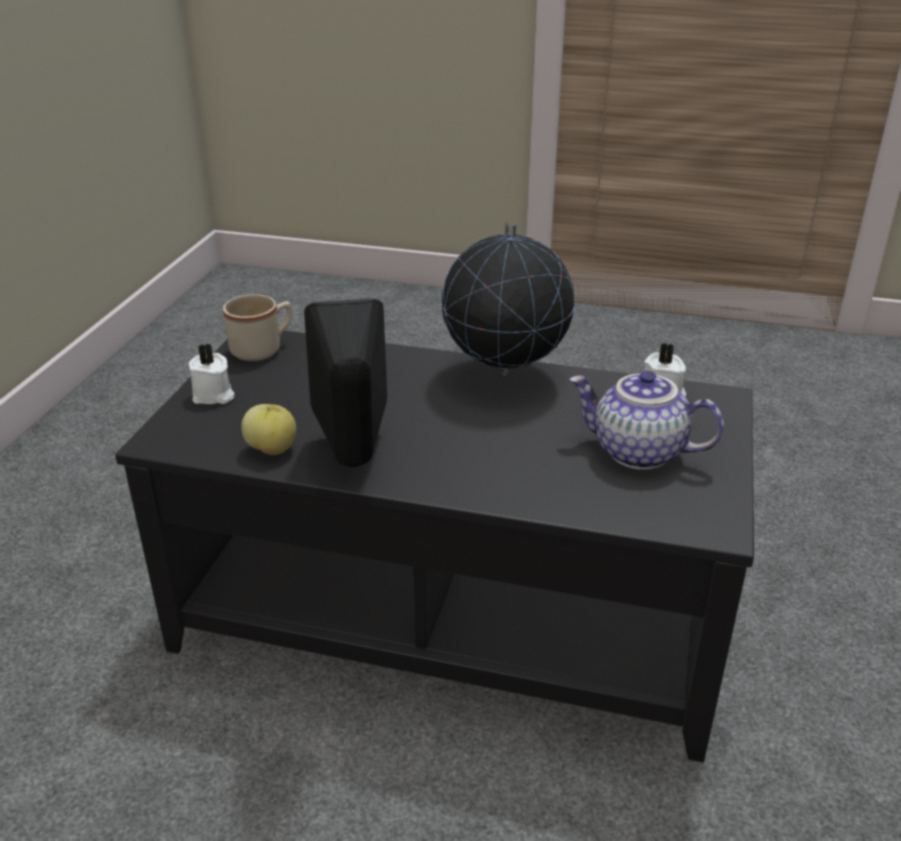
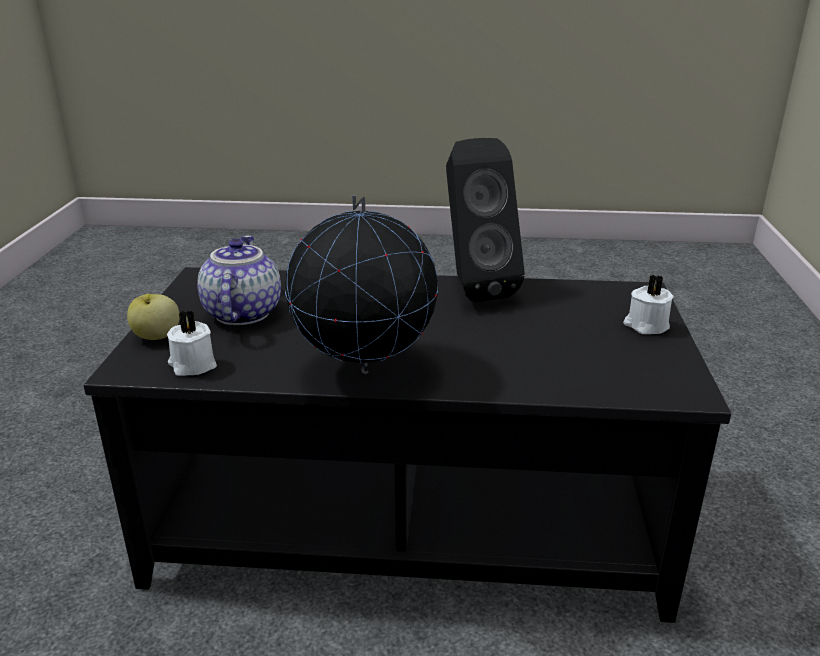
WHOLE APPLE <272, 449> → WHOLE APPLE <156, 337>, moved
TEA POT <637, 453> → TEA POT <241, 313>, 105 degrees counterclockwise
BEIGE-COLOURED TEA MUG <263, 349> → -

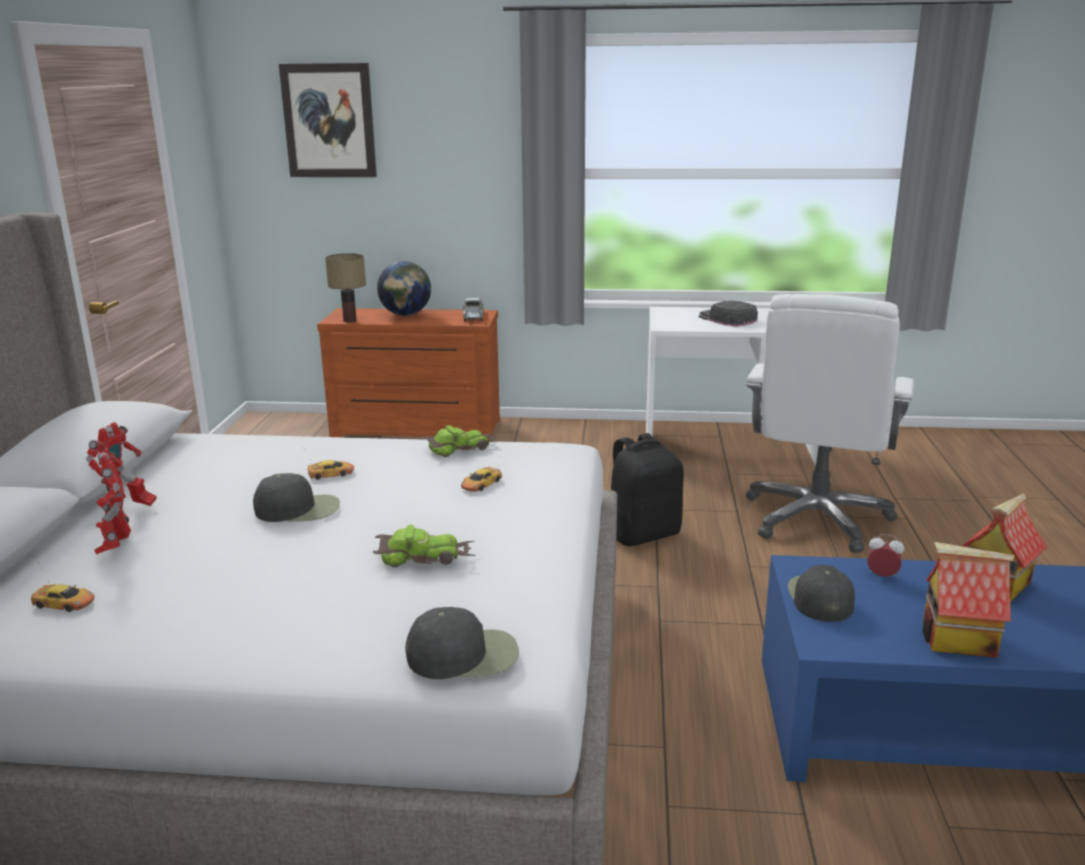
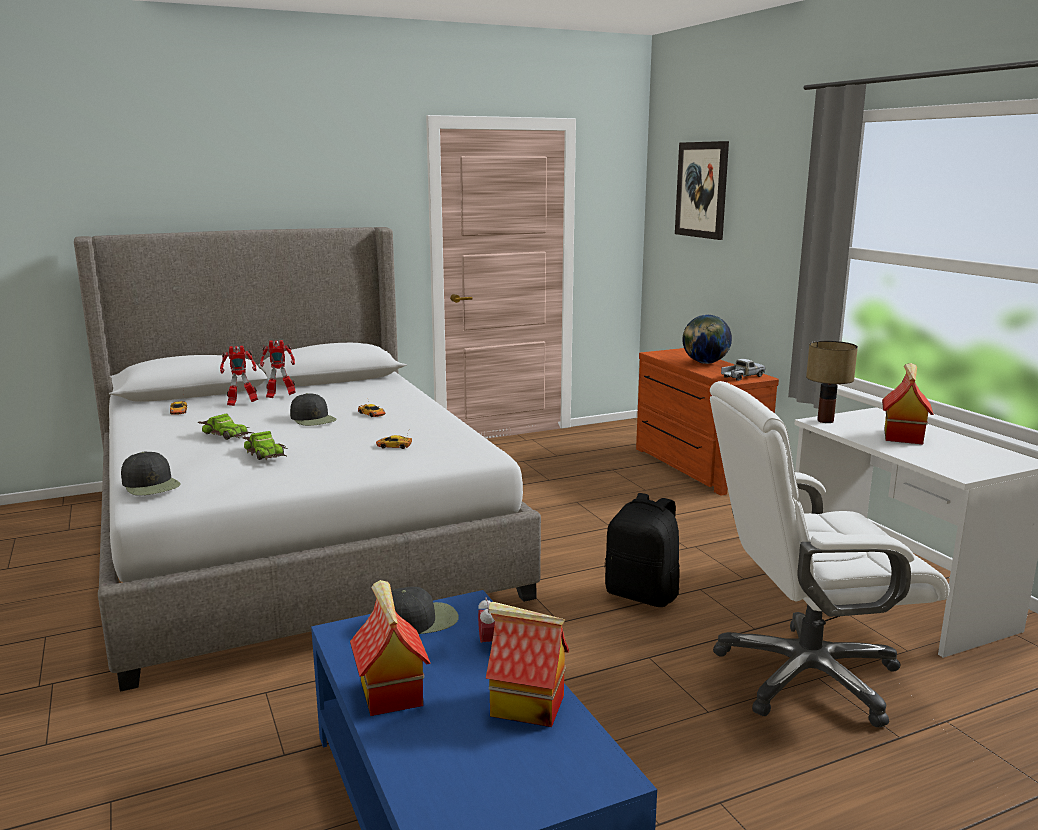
TOY CAR <461, 448> → TOY CAR <227, 434>, moved
ROBOT FIGURE <117, 547> → ROBOT FIGURE <241, 403>, 150 degrees counterclockwise
LAMP FOR A TABLE <349, 321> → LAMP FOR A TABLE <824, 420>, moved
BLACK-COLOURED CAP <727, 319> → MINIATURE HOUSE <902, 436>

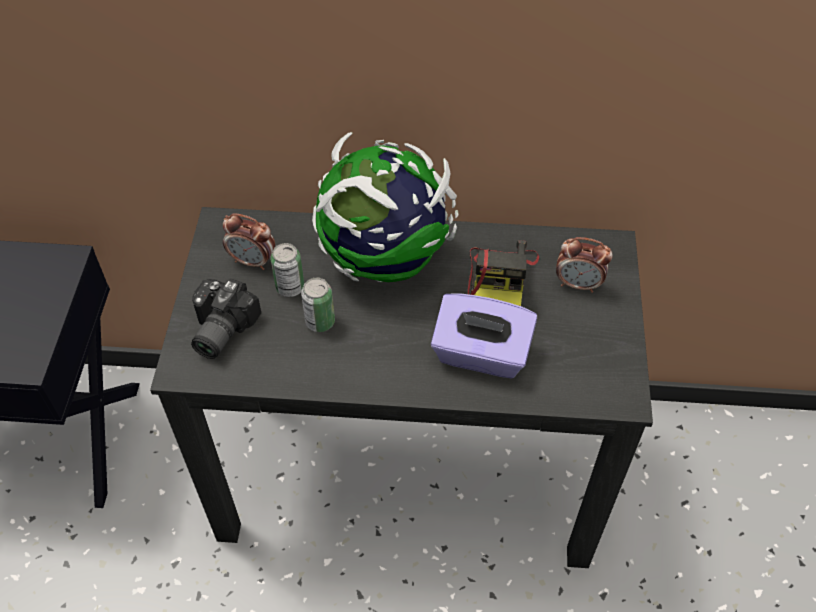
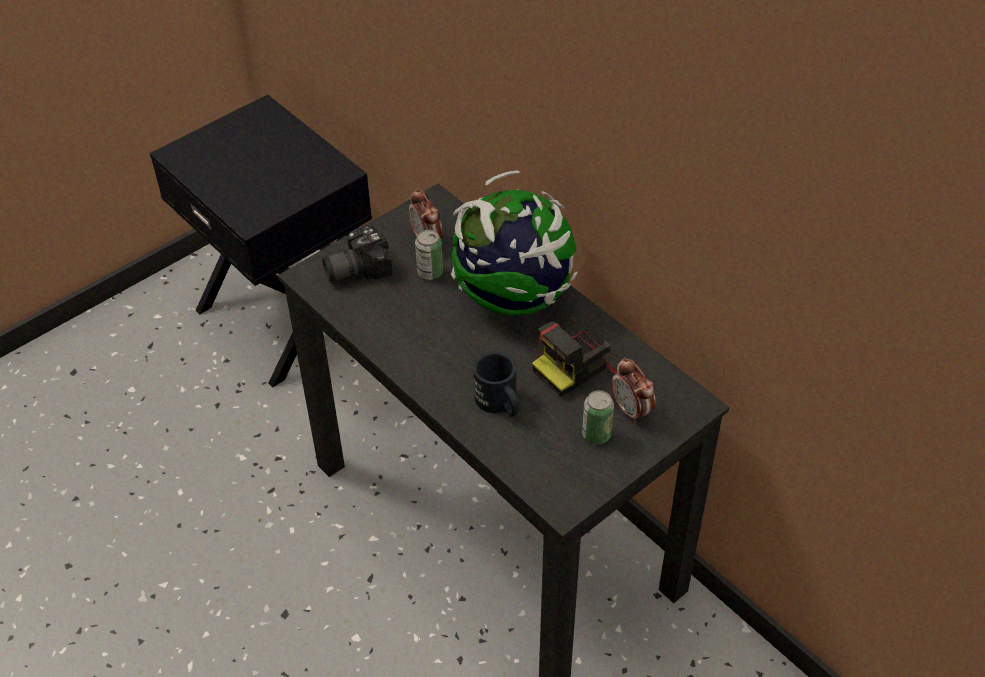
PURPLISH TISSUE HOLDER <481, 354> → BLACK-COLOURED TEA MUG <500, 403>
METAL CAN <320, 322> → METAL CAN <596, 434>, moved

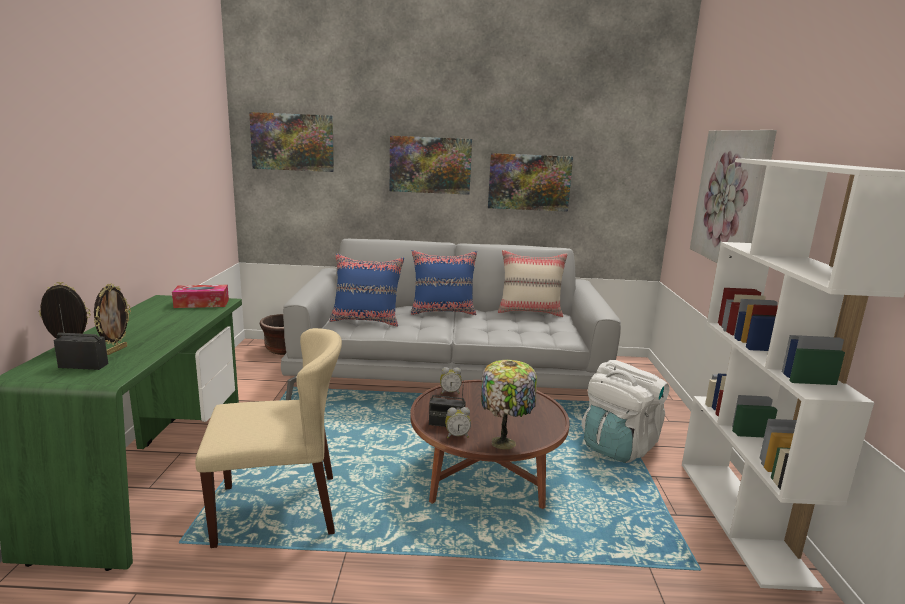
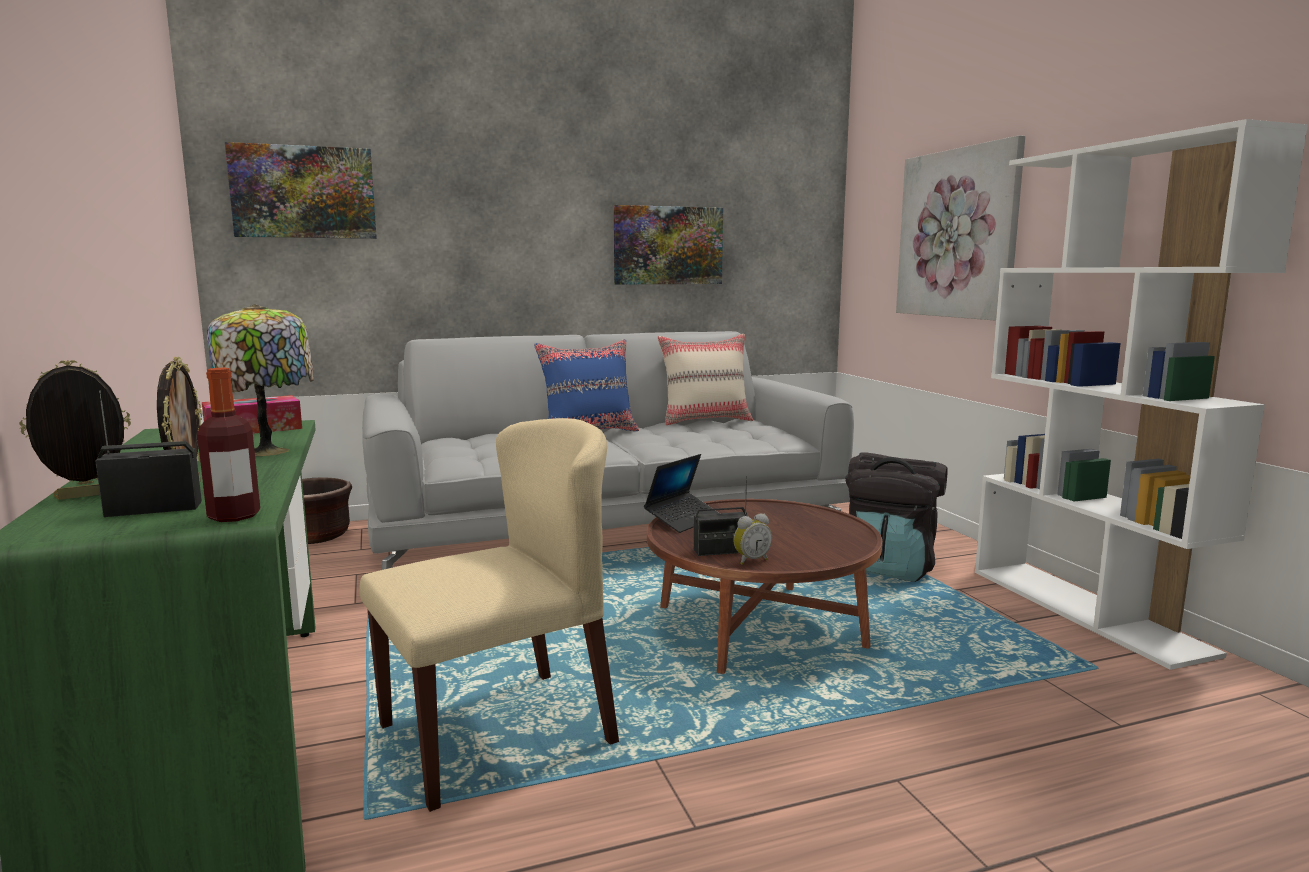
- → BEVERAGE BOTTLE <234, 516>
LAMP FOR A TABLE <505, 442> → LAMP FOR A TABLE <270, 451>, moved
ALARM CLOCK <450, 392> → NOTEBOOK COMPUTER <683, 519>
WHITE-COLOURED RUCKSACK <619, 446> → BLACK-COLOURED RUCKSACK <890, 568>
BLUE CUSHION <366, 320> → -
WALL ART <430, 165> → -

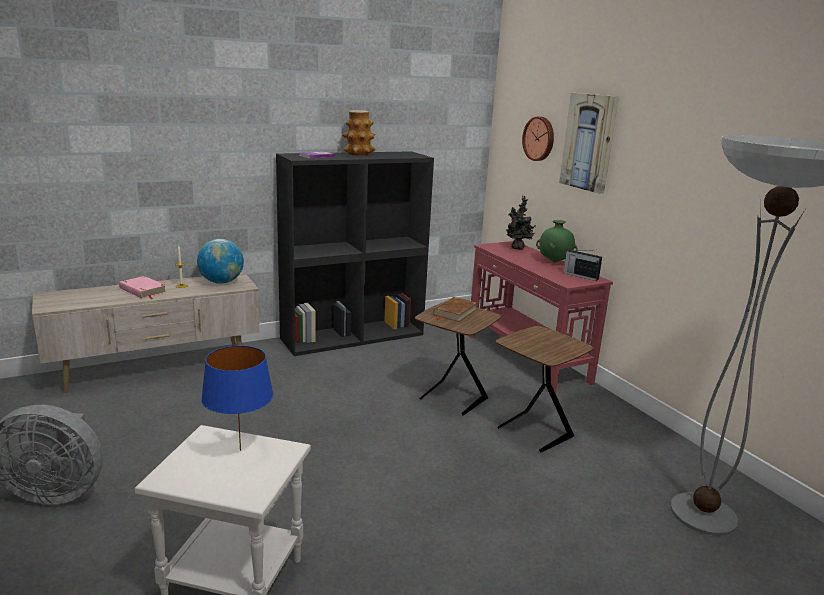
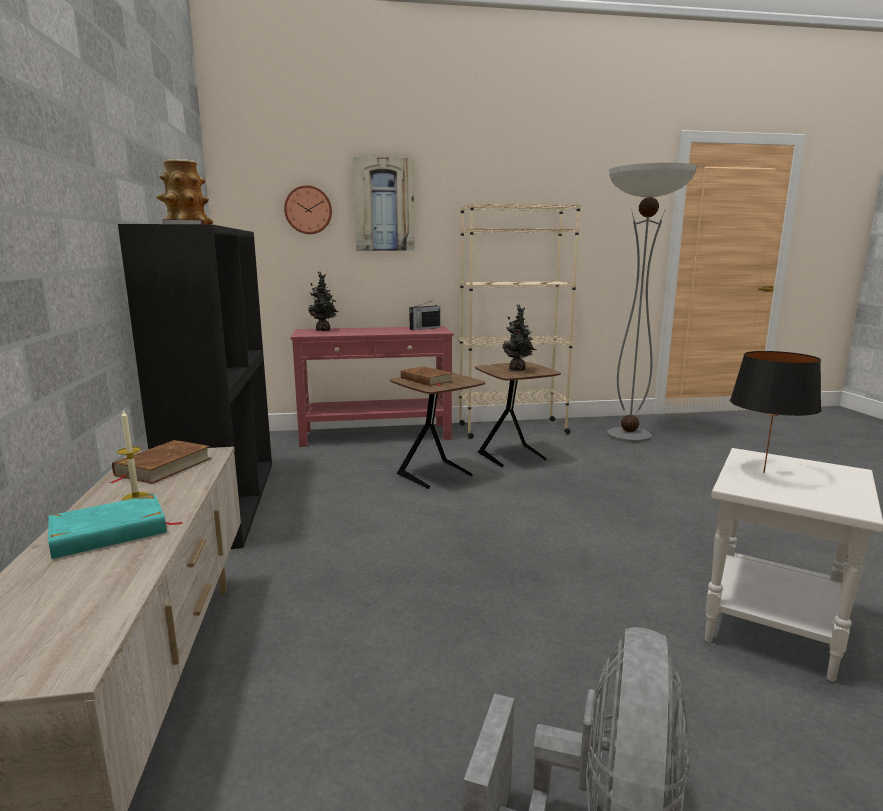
PINKISH VOLUME <143, 290> → TURQUOISE-COLOURED VOLUME <110, 533>
WORLD GLOBE <221, 282> → BROWNISH VOLUME <163, 467>
- → BEIGE-COLOURED BOOKCASE <512, 429>
- → PLANT IN A POT <518, 369>
BLUE LAMP FOR A TABLE <240, 450> → BLACK-COLOURED LAMP FOR A TABLE <762, 472>
GREENISH DECORATIVE VASE <554, 262> → -

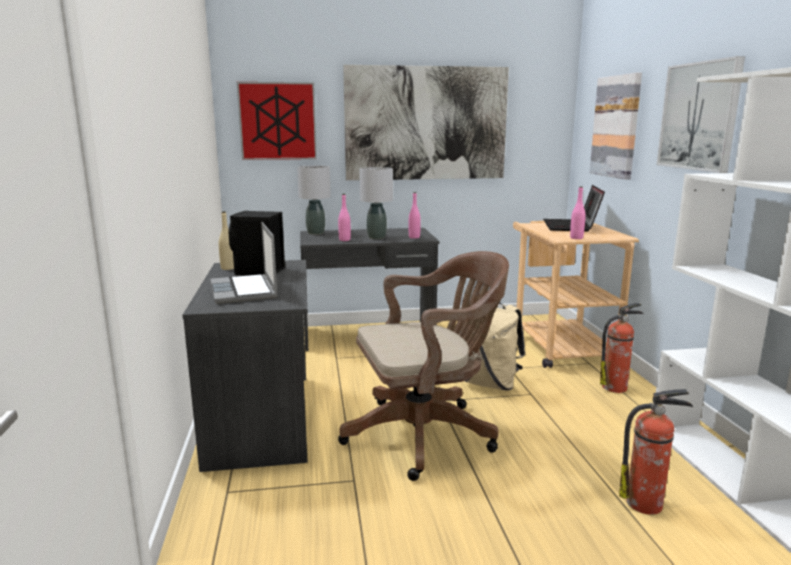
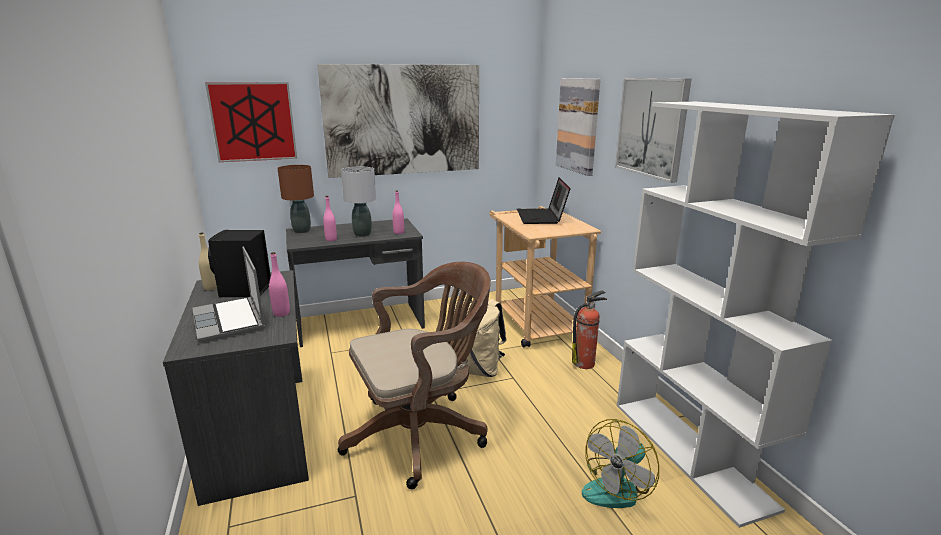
PINKISH BEVERAGE BOTTLE <576, 238> → PINKISH BEVERAGE BOTTLE <281, 313>, moved
GREY LAMP FOR A TABLE <316, 233> → BROWNISH LAMP FOR A TABLE <302, 231>
FIRE EXTINGUISHER <646, 503> → ELECTRIC FAN <617, 487>

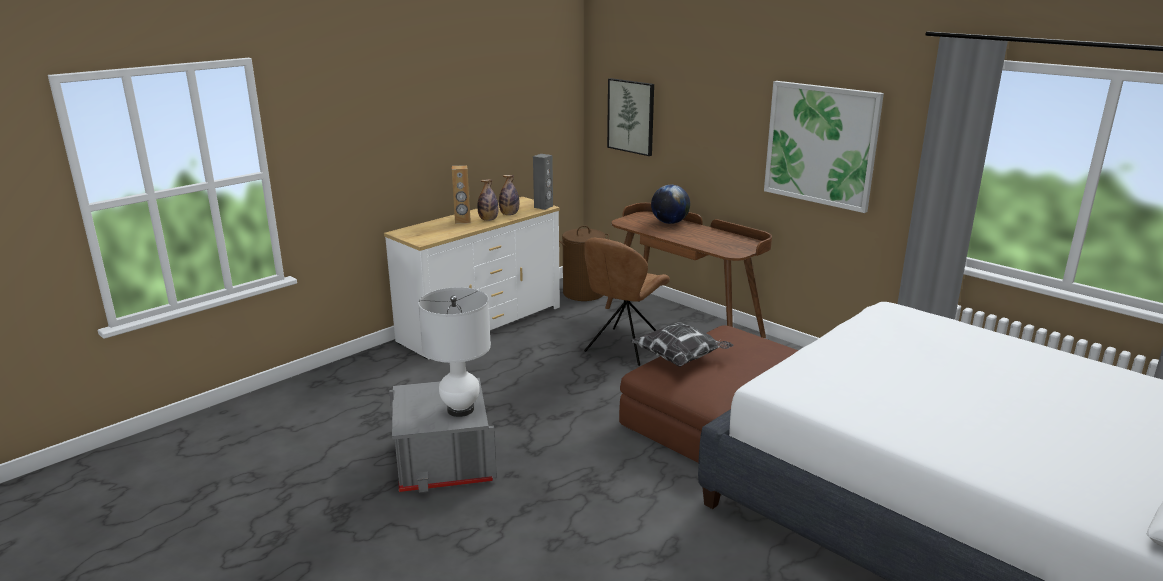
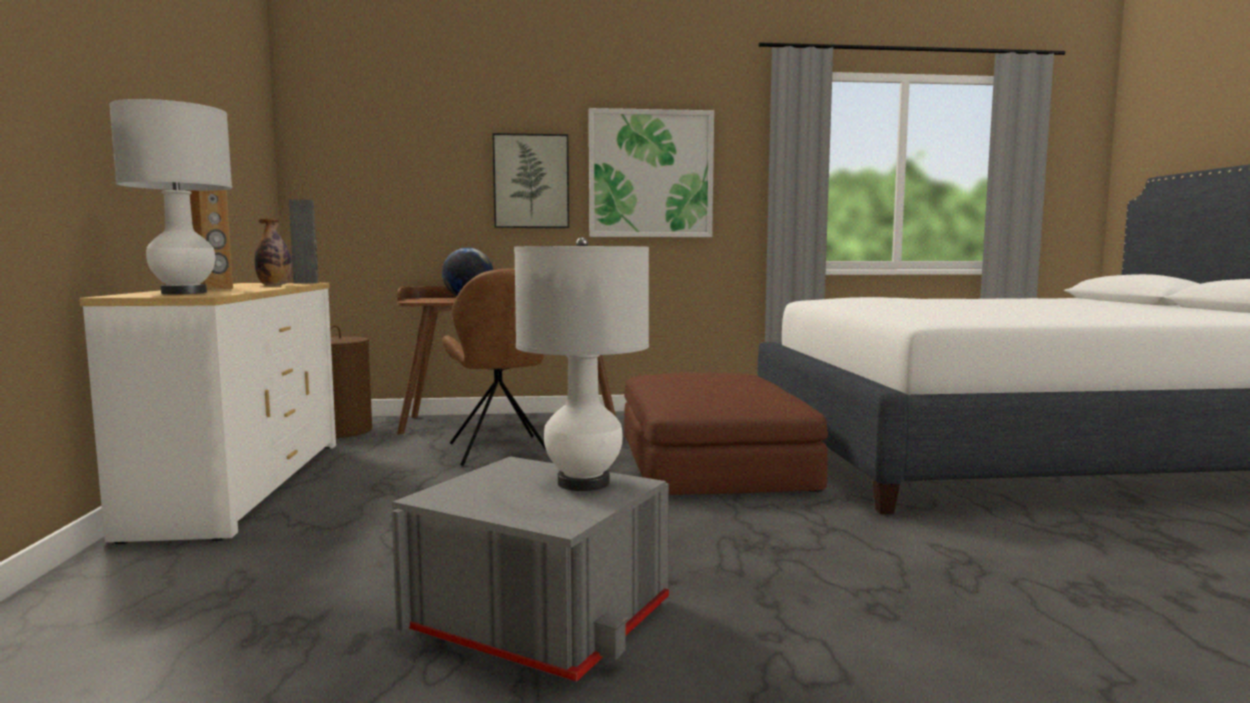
- → WHITE-COLOURED LAMP FOR A TABLE <184, 293>
WALL ART <631, 116> → WALL ART <531, 181>, moved
BEVERAGE BOTTLE <488, 220> → -
CUSHION <681, 359> → -

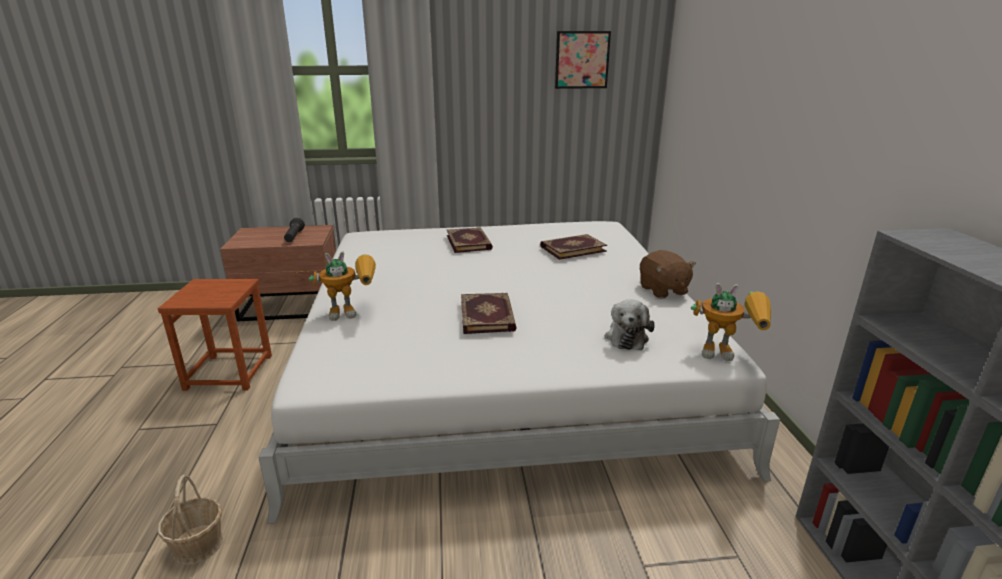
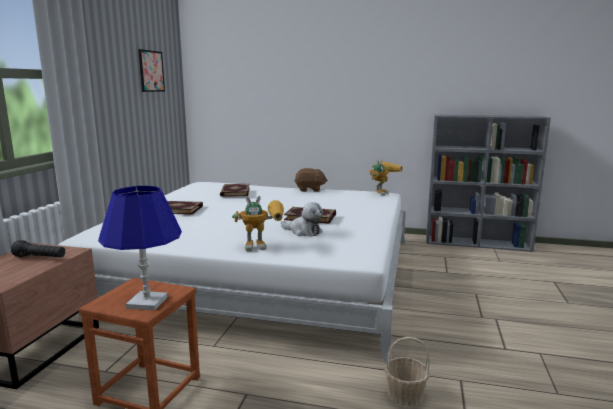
- → BLUE LAMP FOR A TABLE <147, 302>
ROBOT FIGURE <353, 312> → ROBOT FIGURE <263, 246>, 75 degrees clockwise
SOFT TOY <626, 337> → SOFT TOY <303, 232>, moved

